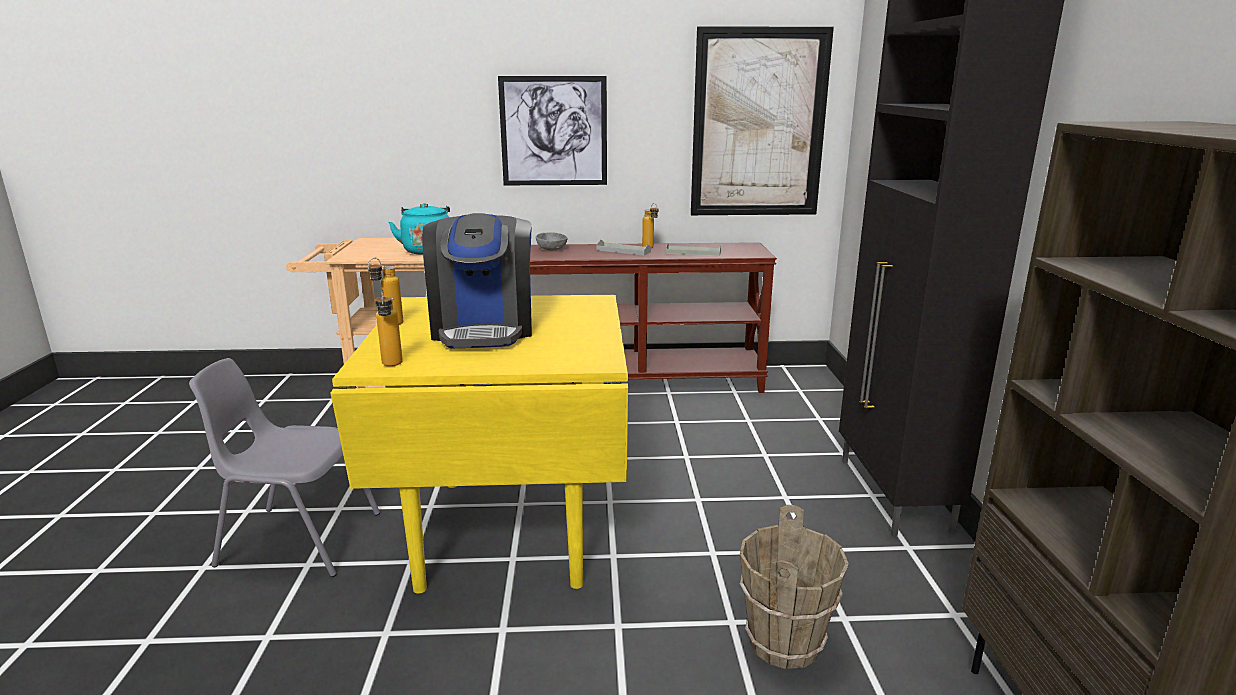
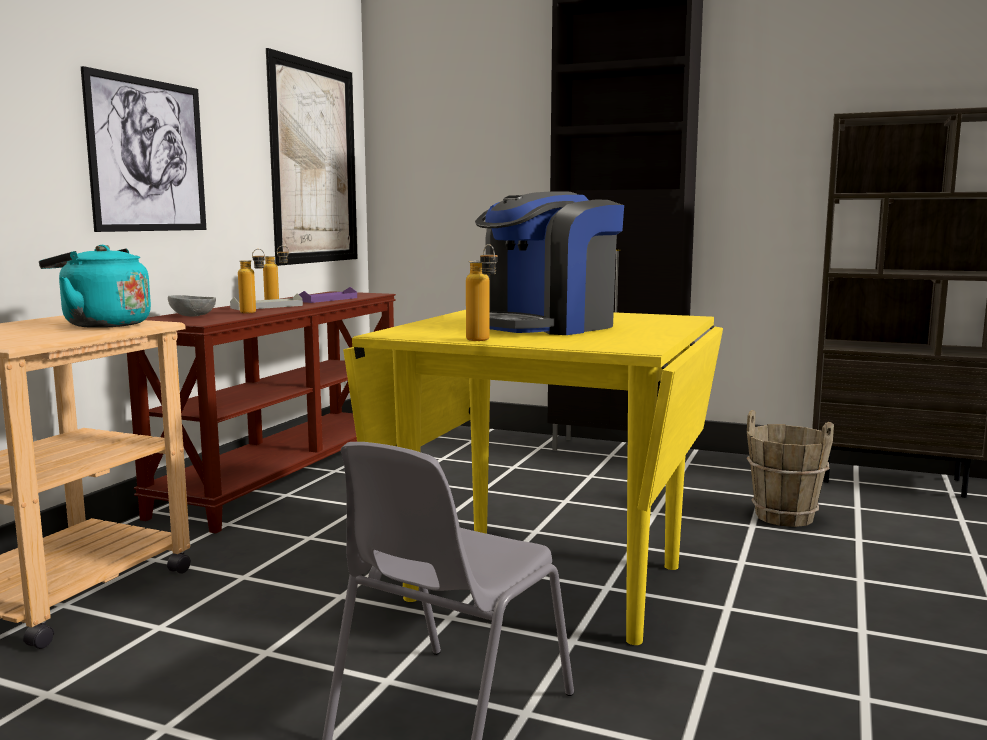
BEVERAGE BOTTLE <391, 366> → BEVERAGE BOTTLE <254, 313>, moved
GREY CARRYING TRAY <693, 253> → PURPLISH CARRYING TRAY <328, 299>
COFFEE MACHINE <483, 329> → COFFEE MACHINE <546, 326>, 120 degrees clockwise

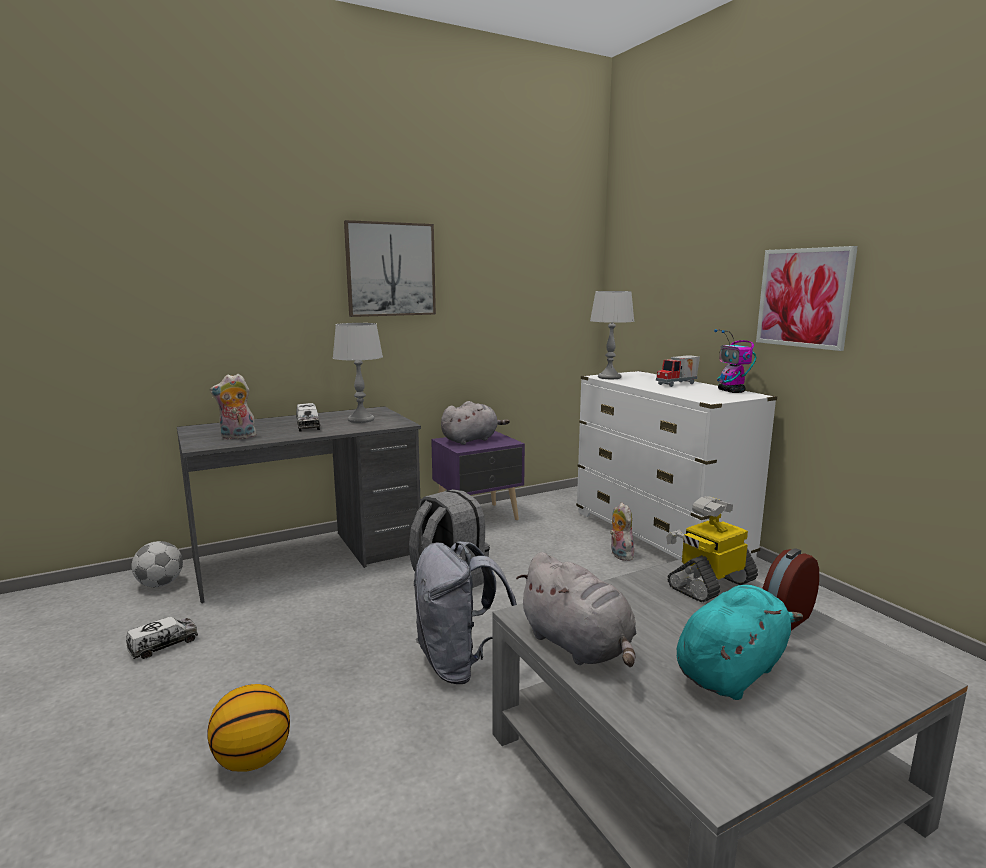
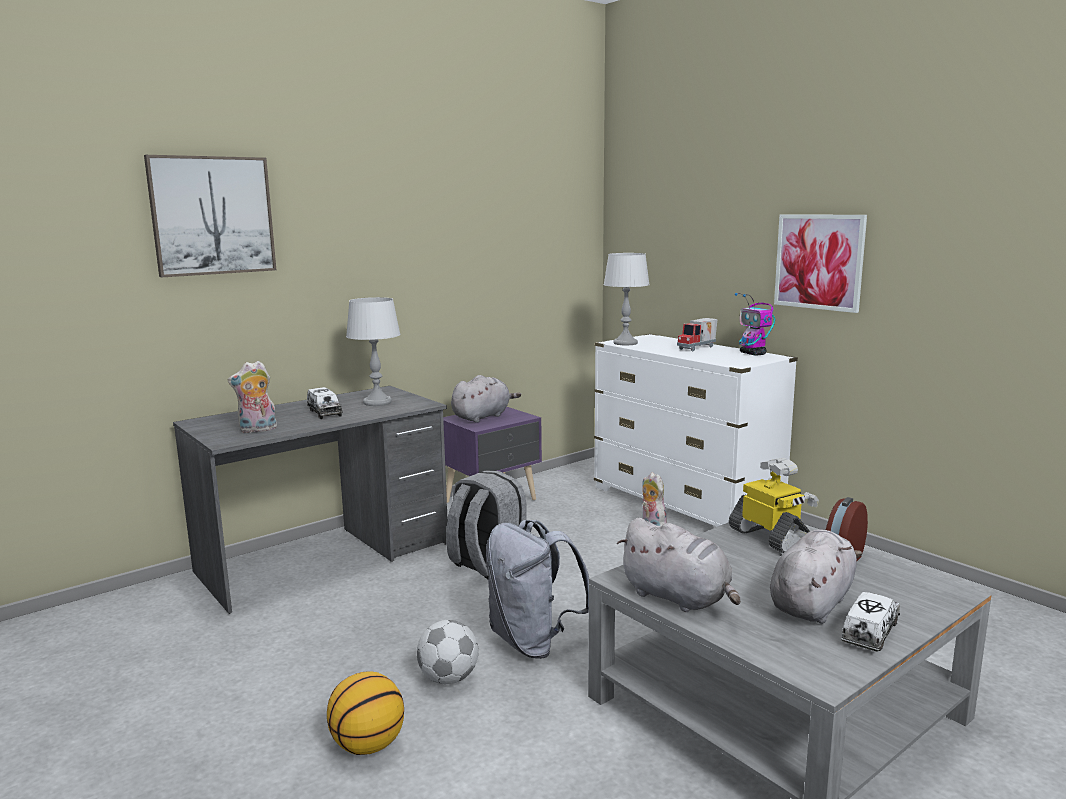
WALL ART <390, 269> → WALL ART <212, 215>, moved
FOOTBALL <160, 584> → FOOTBALL <449, 678>, moved
ROBOT FIGURE <710, 584> → ROBOT FIGURE <771, 538>, 105 degrees clockwise
TURQUOISE-COLOURED SOFT TOY <732, 670> → GREY SOFT TOY <812, 603>
TOY TRUCK <163, 645> → TOY TRUCK <870, 632>, moved

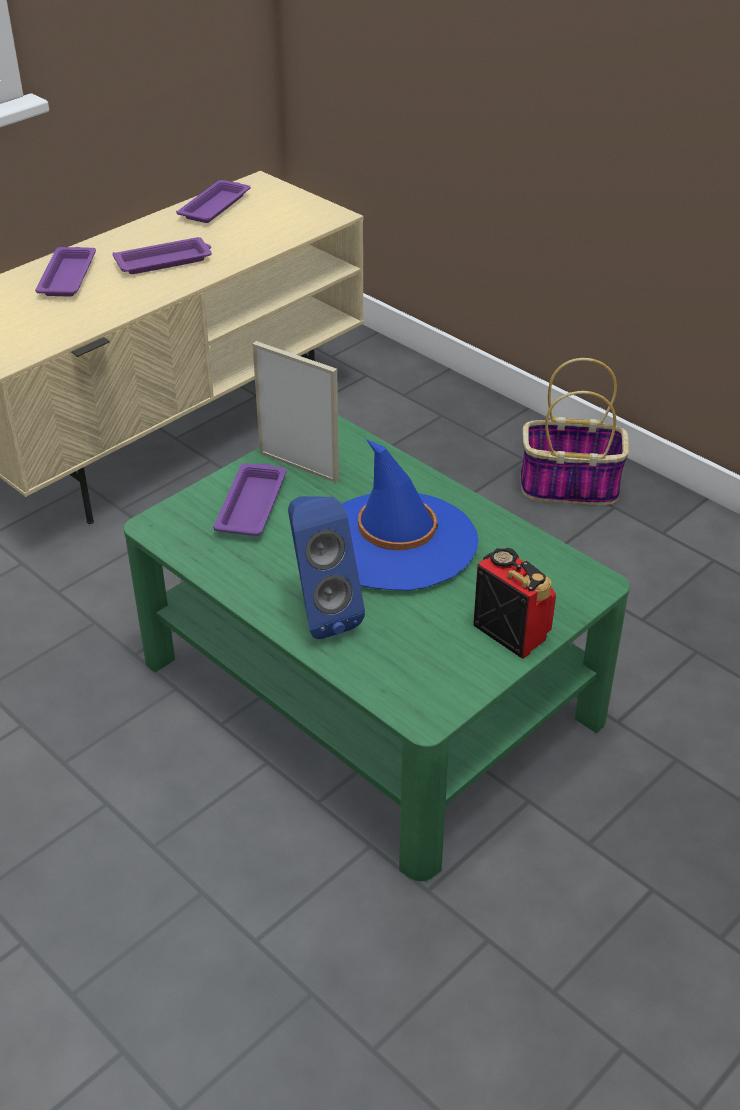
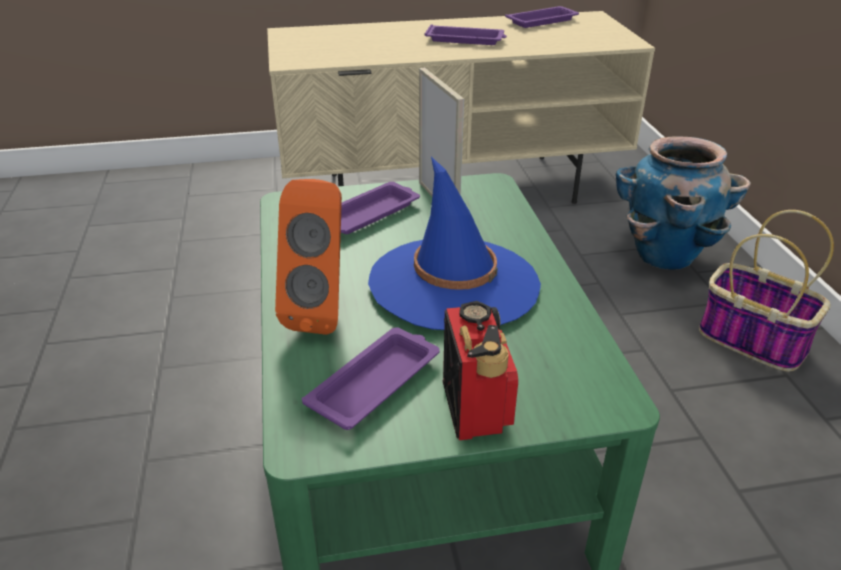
BLUE SPEAKER <320, 614> → ORANGE SPEAKER <323, 312>
PURPLISH CARRYING TRAY <68, 276> → PURPLISH CARRYING TRAY <376, 382>, moved
- → FLOWER POT <663, 255>

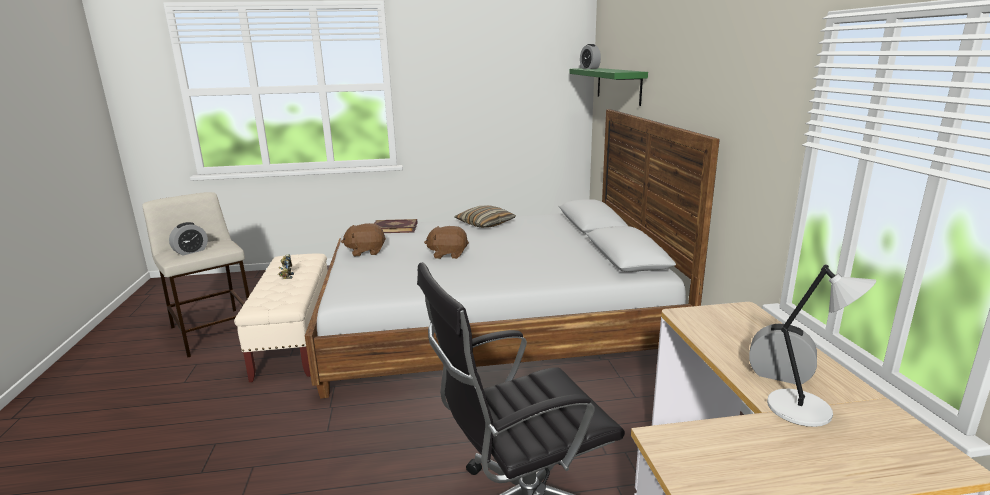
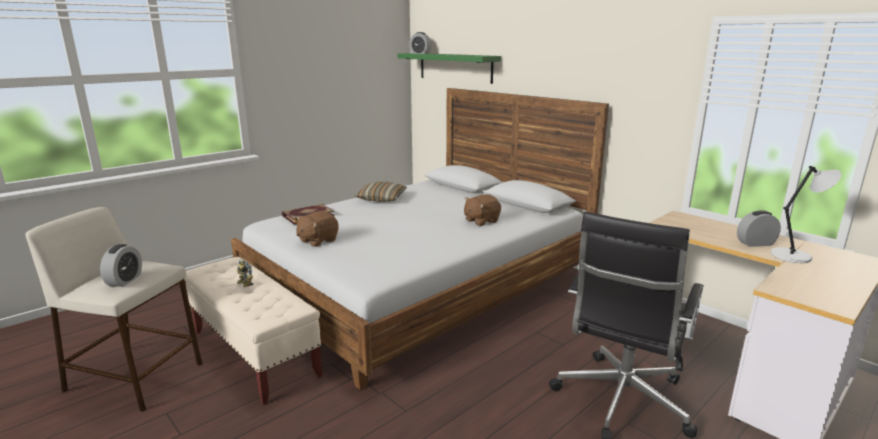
BROWNISH SOFT TOY <448, 254> → BROWNISH SOFT TOY <481, 221>, moved

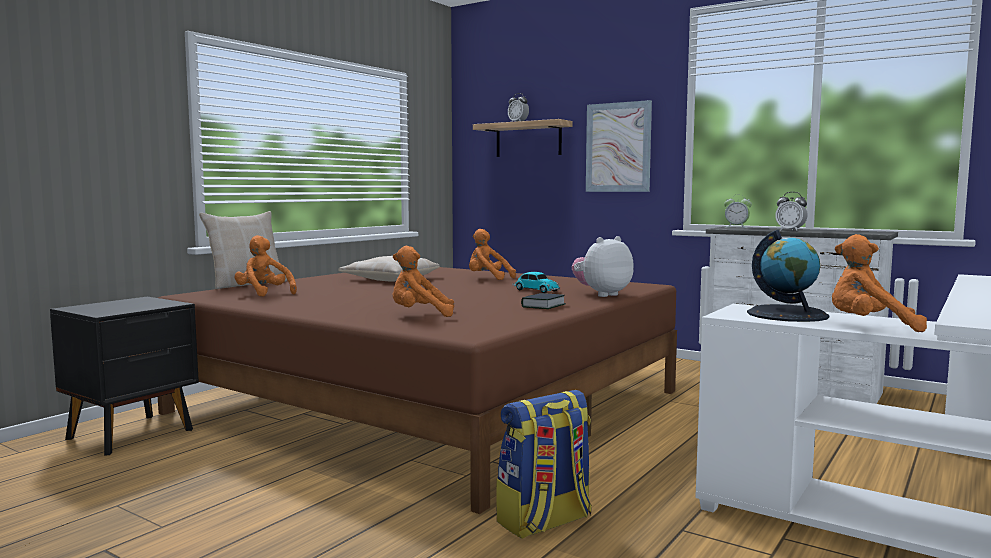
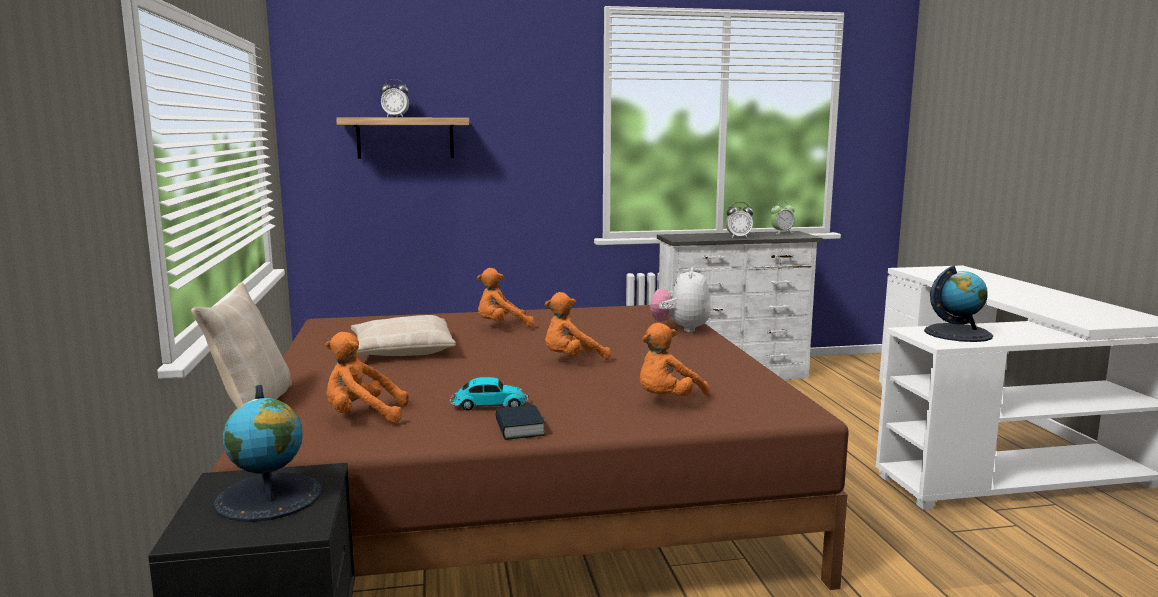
- → WORLD GLOBE <269, 497>
TOY CAR <535, 290> → TOY CAR <488, 405>, moved
VOLUME <543, 306> → VOLUME <519, 428>, moved
ORANGE SOFT TOY <869, 327> → ORANGE SOFT TOY <572, 360>, moved
ALARM CLOCK <736, 227> → ALARM CLOCK <782, 232>, moved
RUCKSACK <545, 522> → -
WALL ART <618, 147> → -

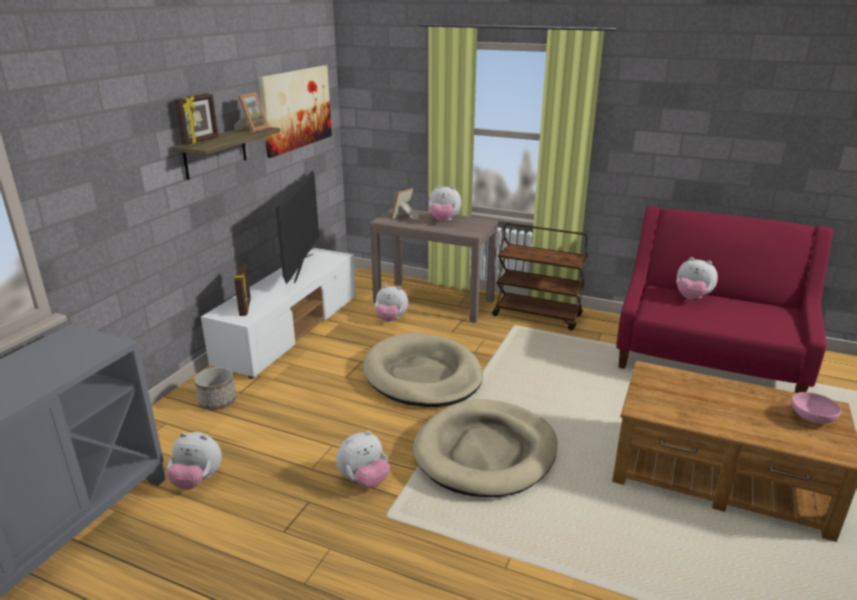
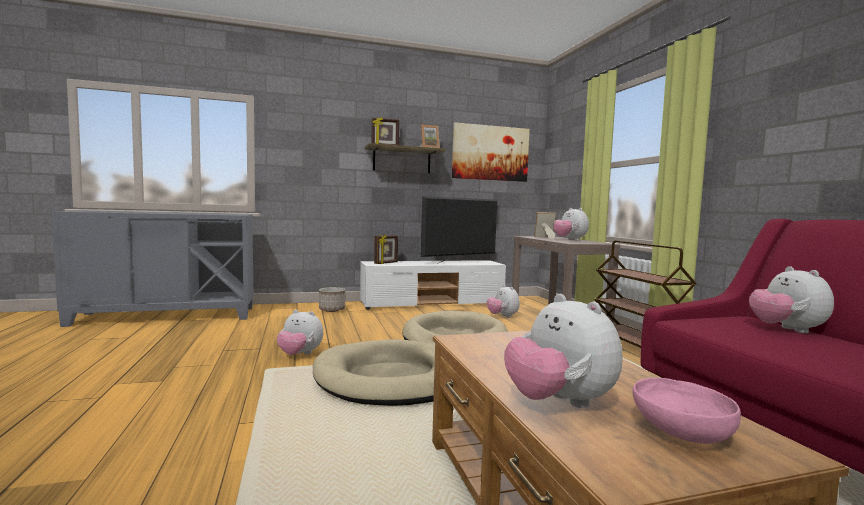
SOFT TOY <197, 480> → SOFT TOY <559, 403>, moved

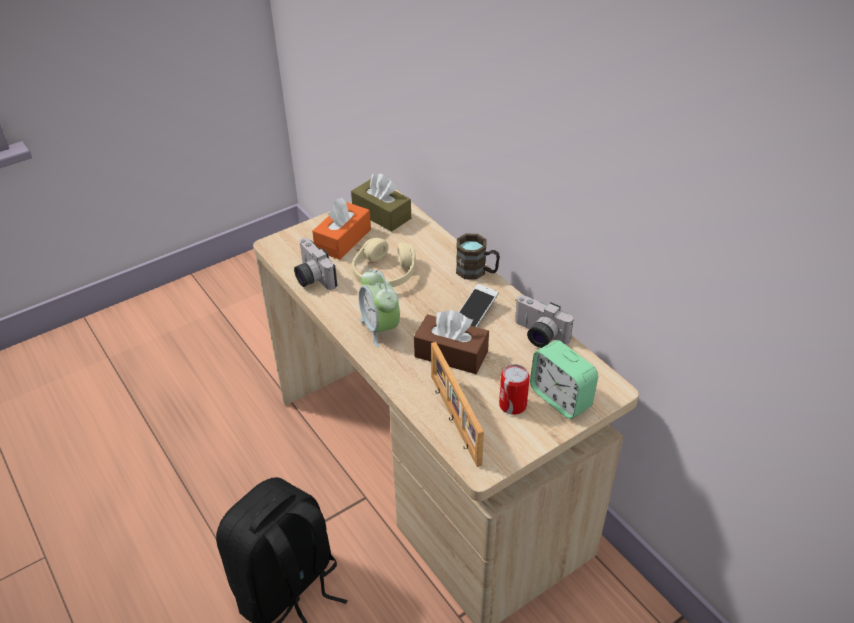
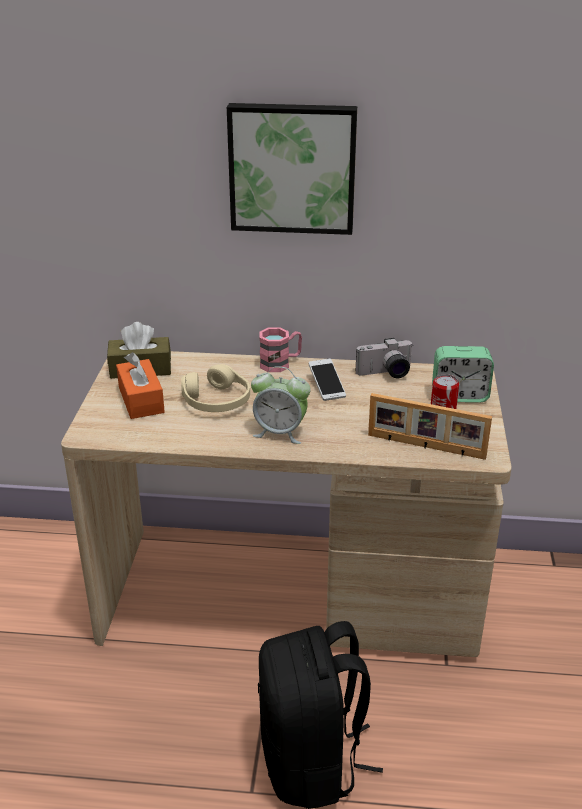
- → WALL ART <292, 167>
BROWNISH TEA MUG <477, 272> → PINKISH TEA MUG <280, 363>
PHOTO CAMERA <311, 277> → -
BROWNISH TISSUE HOLDER <451, 354> → -

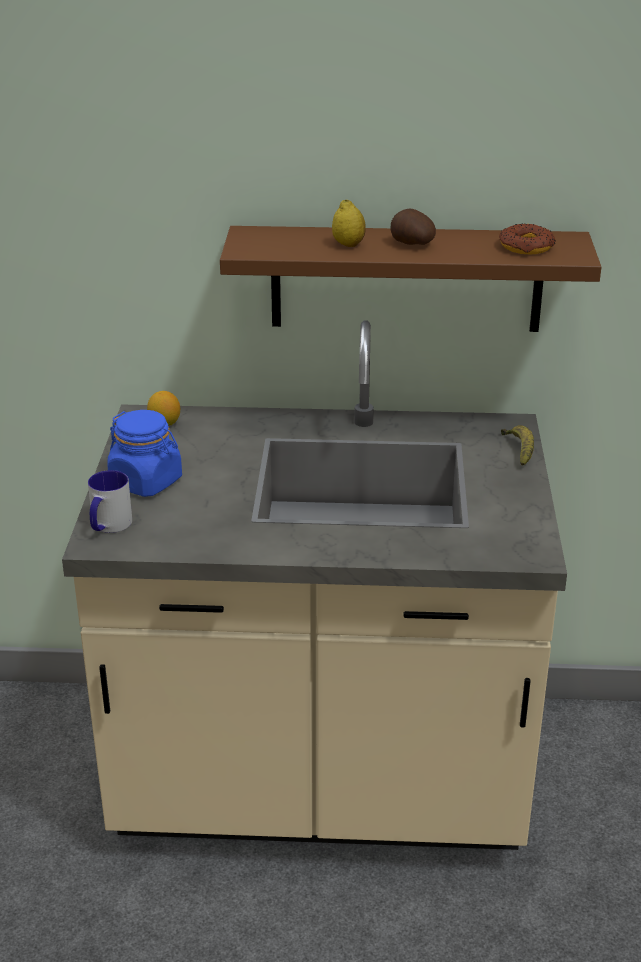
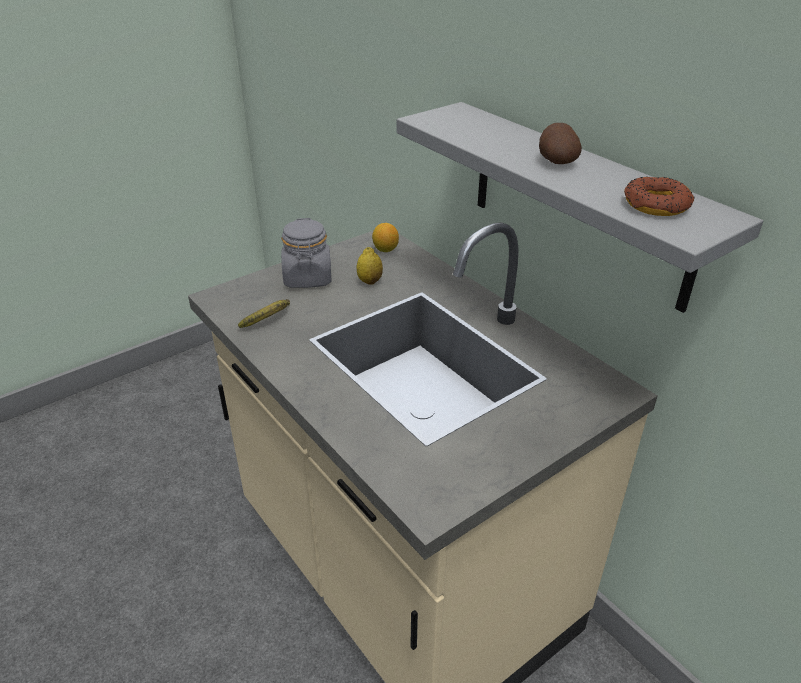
WHOLE BANANA <519, 450> → WHOLE BANANA <269, 319>, moved
BLUE JAR <146, 482> → GREY JAR <308, 278>
LEMON <348, 245> → LEMON <370, 281>, moved
BROWNISH SHELF <406, 279> → GREY SHELF <578, 203>
TEA MUG <108, 526> → -

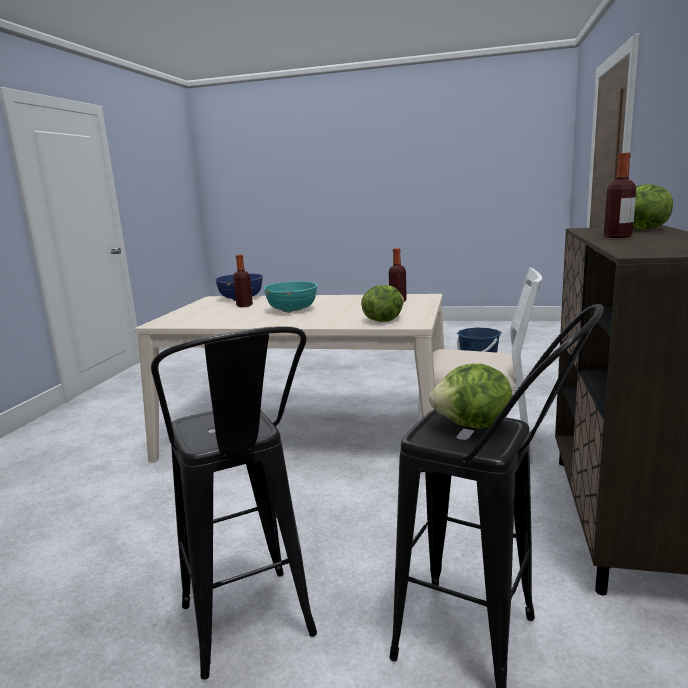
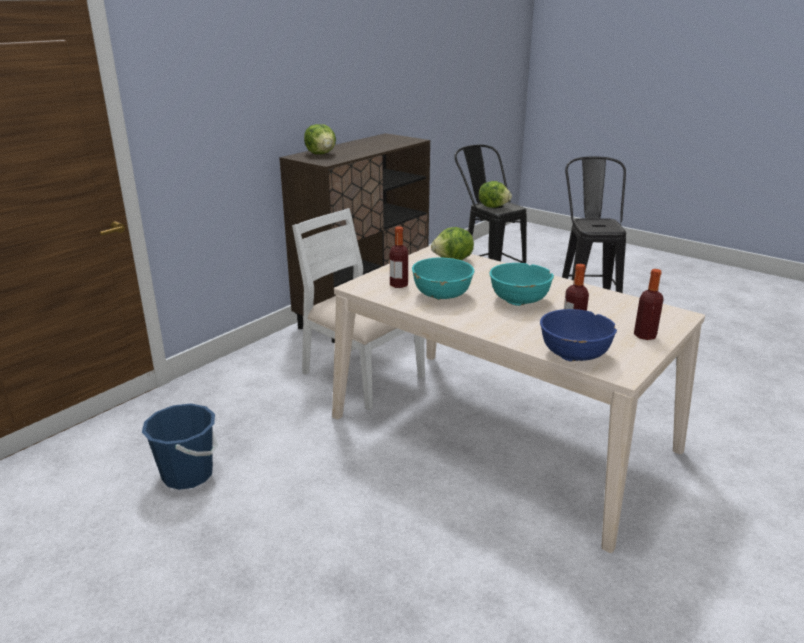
- → TURQUOISE-COLOURED DEEP DISH <442, 295>
BEVERAGE BOTTLE <617, 236> → BEVERAGE BOTTLE <645, 335>, moved

